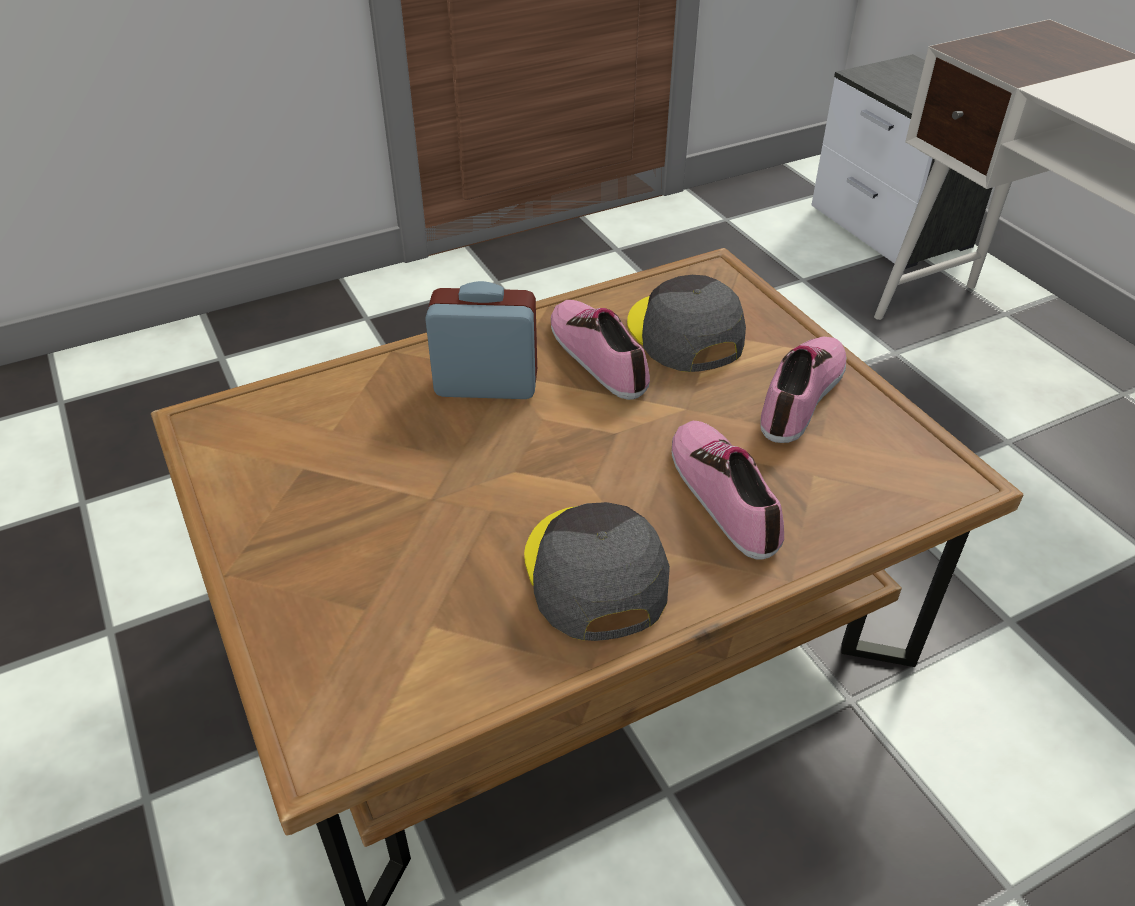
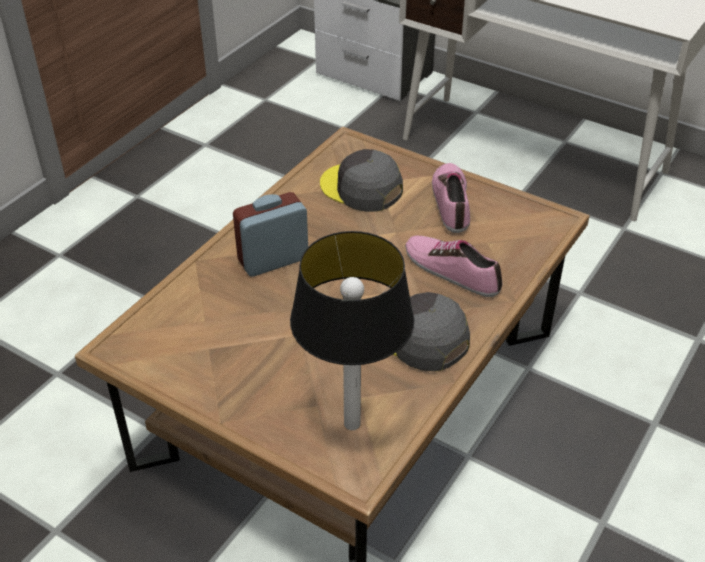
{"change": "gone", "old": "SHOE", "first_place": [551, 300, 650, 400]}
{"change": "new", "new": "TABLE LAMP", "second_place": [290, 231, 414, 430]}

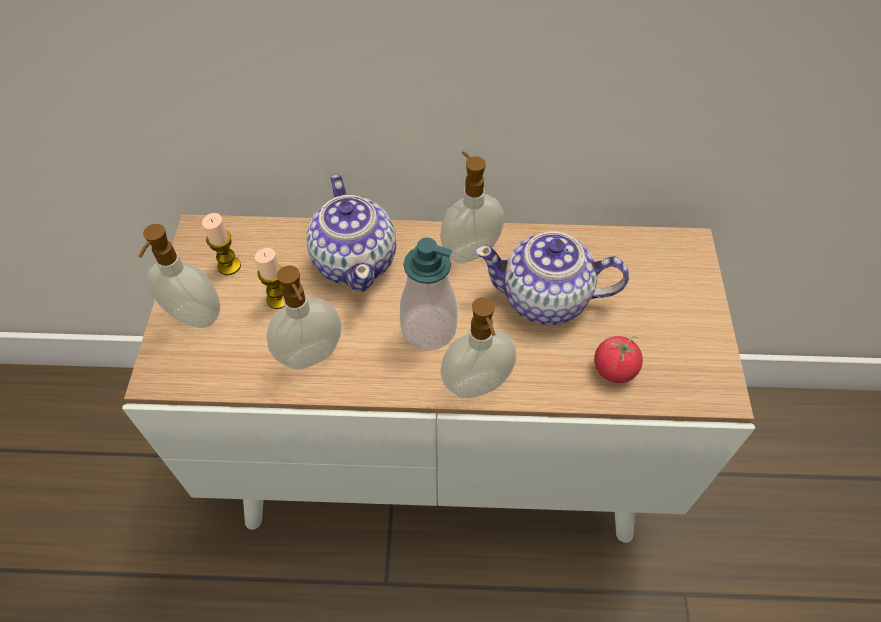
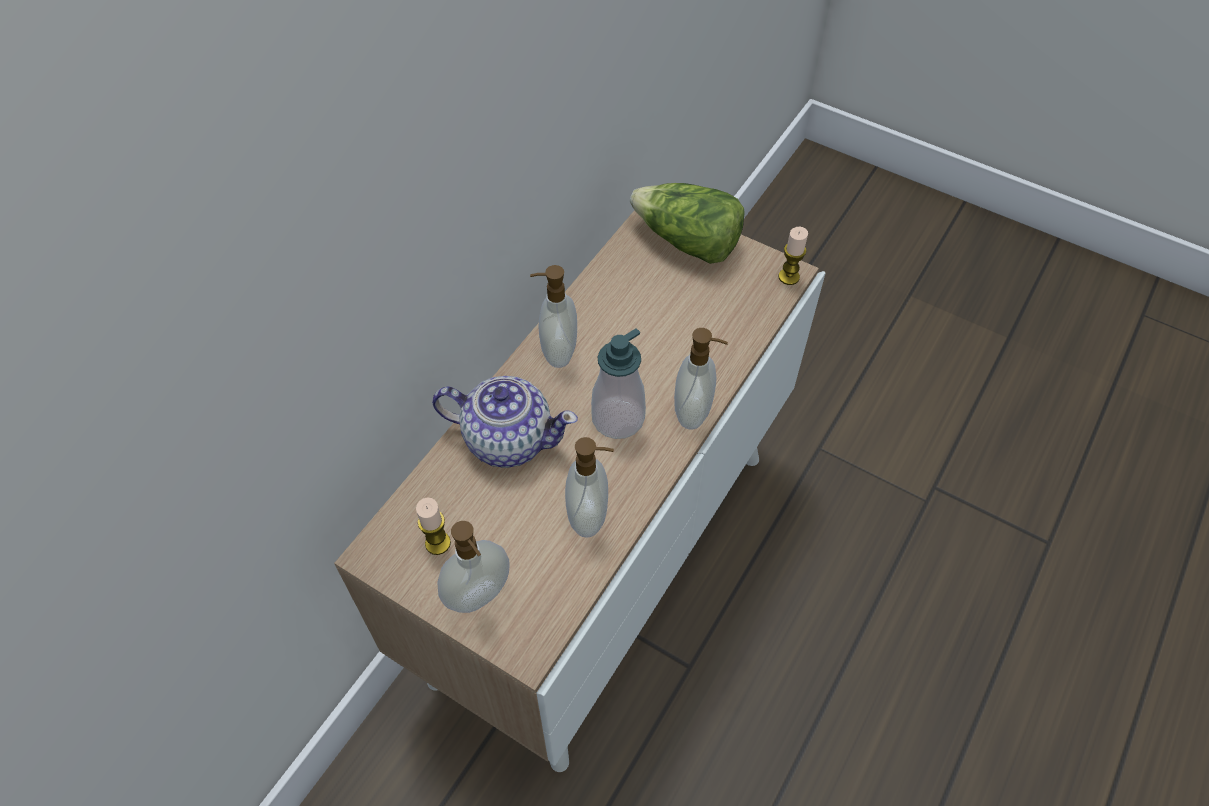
{"change": "gone", "old": "TEA POT", "first_place": [475, 231, 629, 325]}
{"change": "shifted", "old": "WAX CANDLE", "first_place": [255, 248, 285, 309], "second_place": [778, 227, 808, 285]}
{"change": "gone", "old": "TOMATO", "first_place": [594, 336, 643, 383]}
{"change": "new", "new": "LETTUCE HEAD", "second_place": [630, 183, 745, 264]}

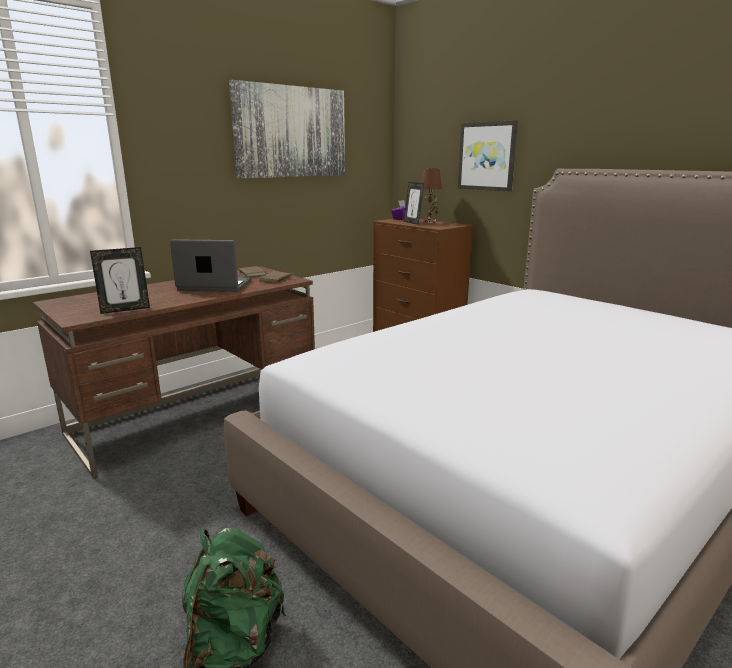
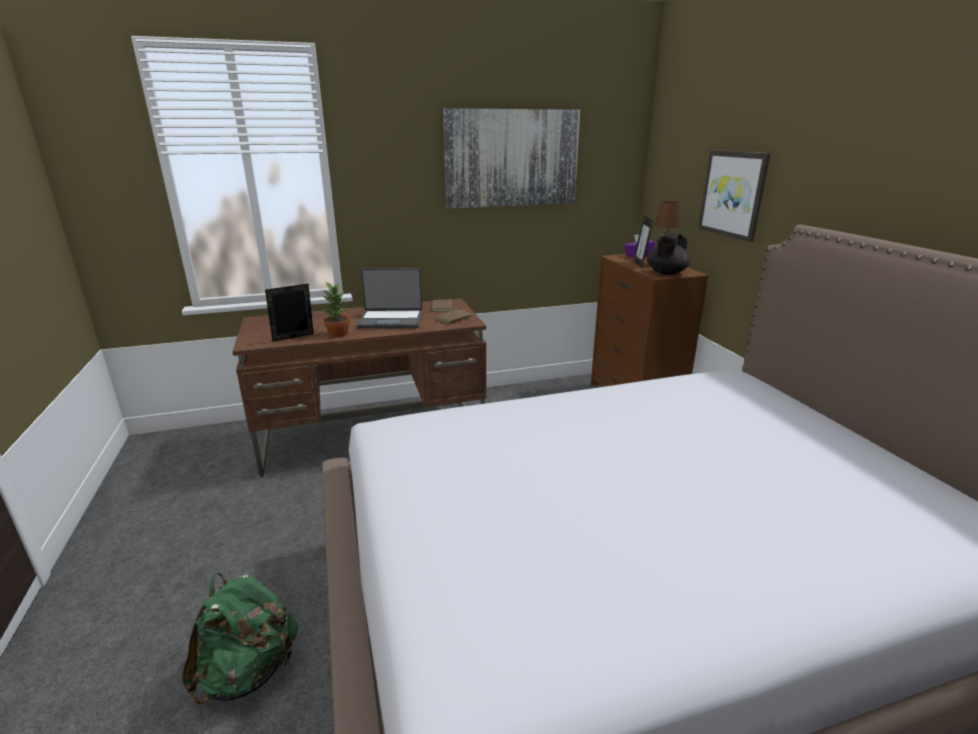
{"change": "rotated", "old": "LAPTOP", "first_place": [170, 239, 251, 292], "second_place": [356, 268, 423, 328], "degrees": 150}
{"change": "rotated", "old": "PHOTO FRAME", "first_place": [90, 247, 150, 314], "second_place": [265, 284, 314, 342], "degrees": 150}
{"change": "new", "new": "BLACK TEA POT", "second_place": [647, 233, 690, 275]}
{"change": "new", "new": "PLANT IN A POT", "second_place": [321, 282, 350, 337]}

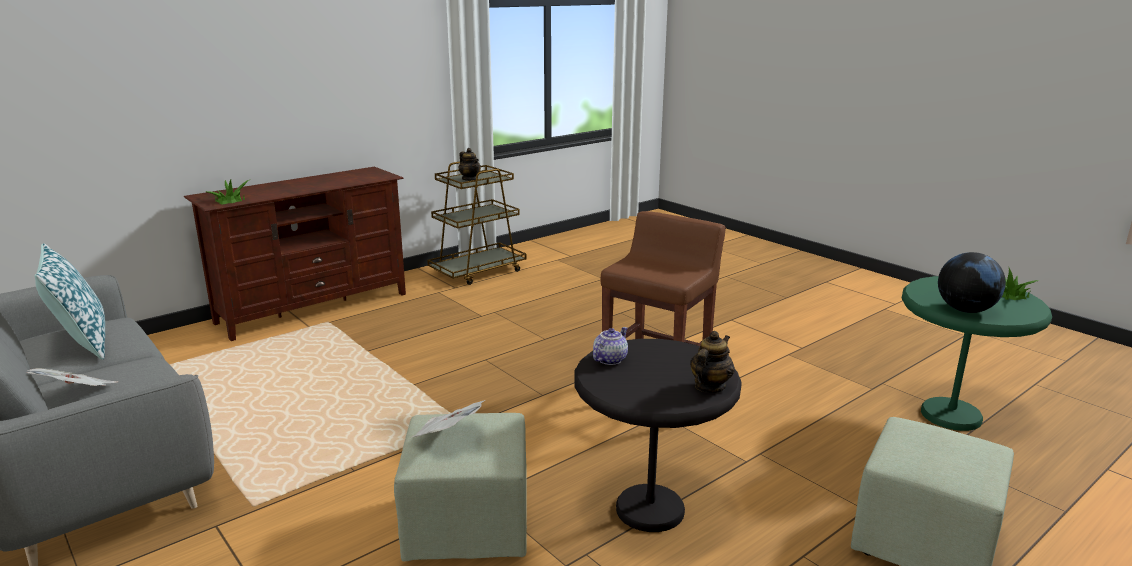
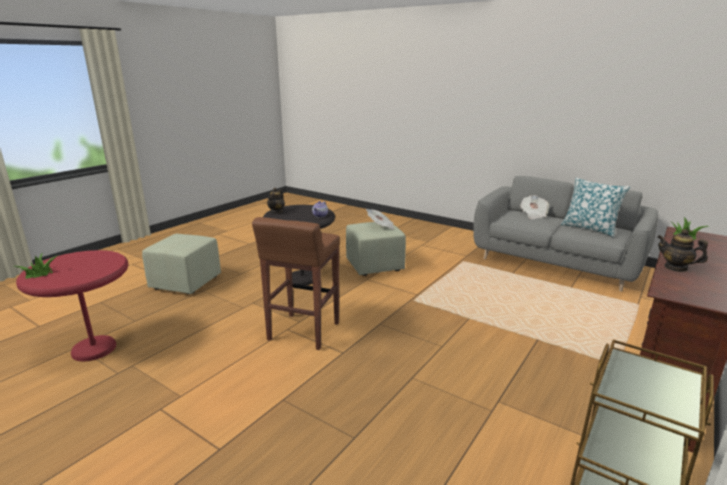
{"change": "shifted", "old": "TEA POT", "first_place": [459, 148, 481, 181], "second_place": [658, 229, 708, 272]}
{"change": "gone", "old": "WORLD GLOBE", "first_place": [938, 252, 1006, 313]}
{"change": "repainted", "old": "GREEN-COLOURED SIDE TABLE", "new": "REDDISH SIDE TABLE", "first_place": [902, 276, 1052, 431], "second_place": [16, 250, 129, 361]}

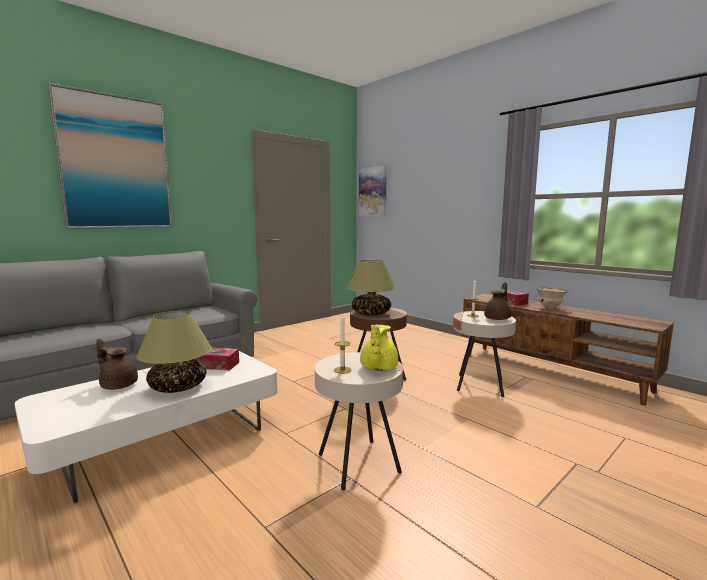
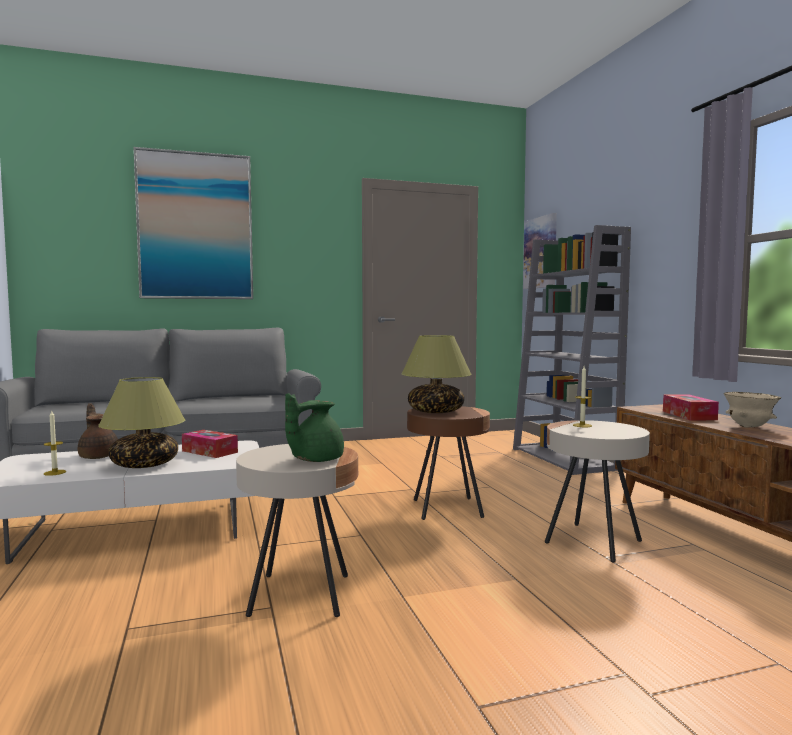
{"change": "gone", "old": "BROWN-COLOURED TEA POT", "first_place": [484, 282, 512, 320]}
{"change": "shifted", "old": "WAX CANDLE", "first_place": [334, 313, 352, 374], "second_place": [44, 411, 66, 476]}
{"change": "repainted", "old": "YELLOW TEA POT", "new": "GREEN-COLOURED TEA POT", "first_place": [360, 324, 398, 371], "second_place": [285, 393, 344, 462]}
{"change": "new", "new": "GRAY SHELVING UNIT", "second_place": [513, 225, 631, 475]}

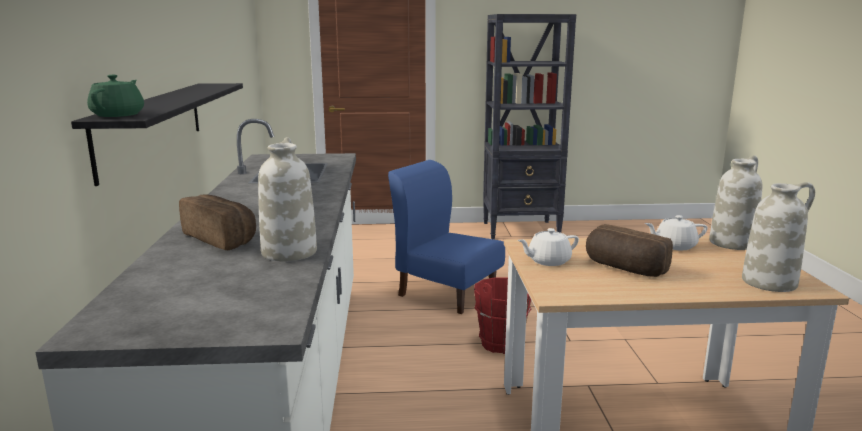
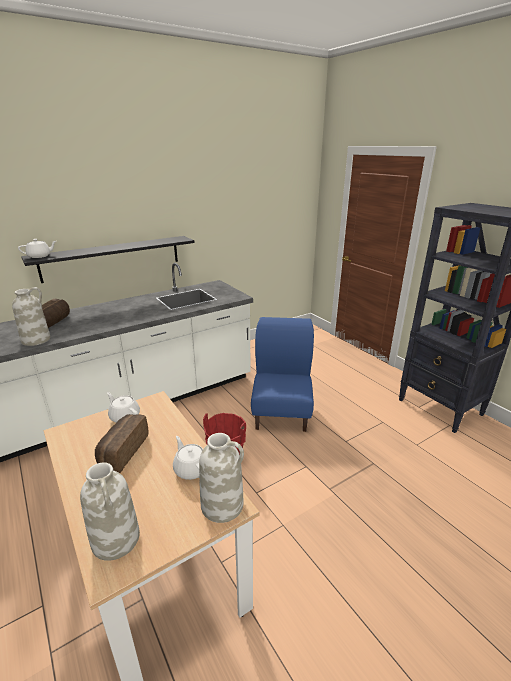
{"change": "repainted", "old": "GREEN-COLOURED TEA POT", "new": "WHITE-COLOURED TEA POT", "first_place": [87, 75, 144, 117], "second_place": [18, 239, 56, 258]}

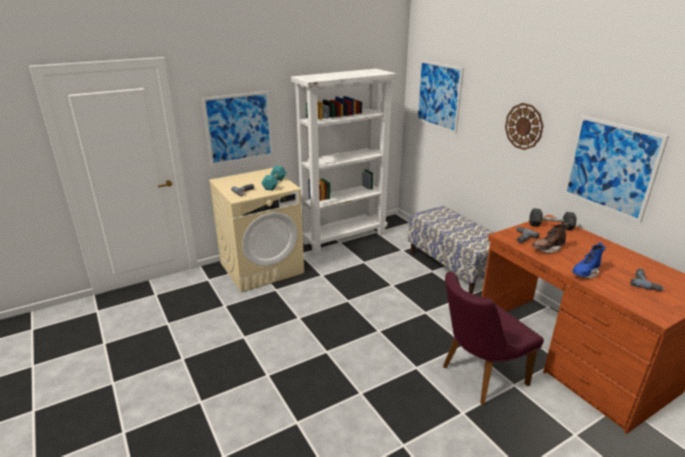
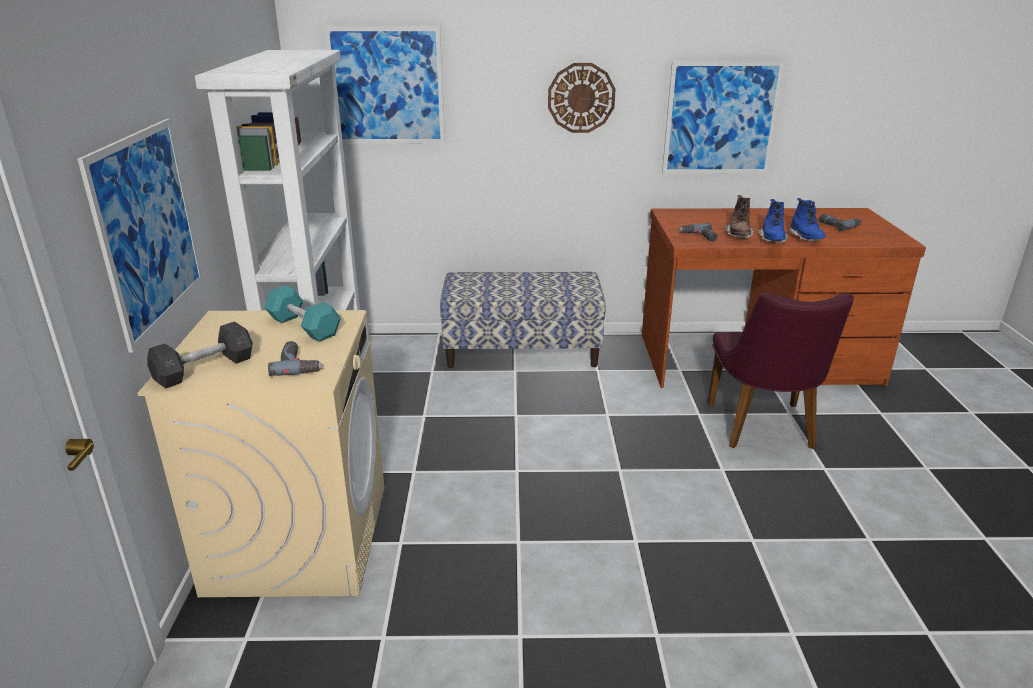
{"change": "shifted", "old": "GRAY FREE WEIGHT", "first_place": [529, 208, 577, 231], "second_place": [147, 321, 253, 388]}
{"change": "new", "new": "BLUE HIGH-TOP BOOT", "second_place": [758, 199, 788, 243]}

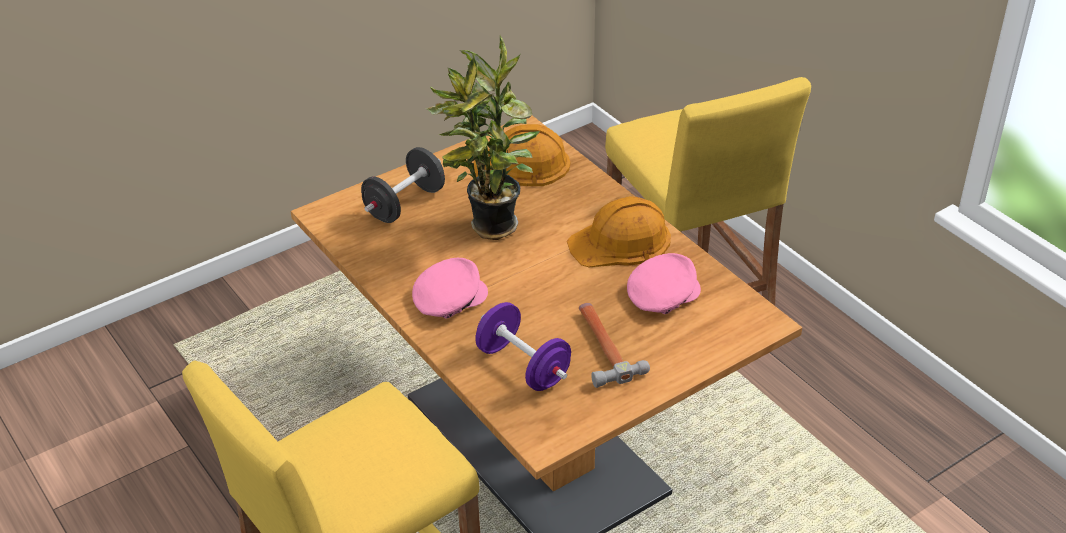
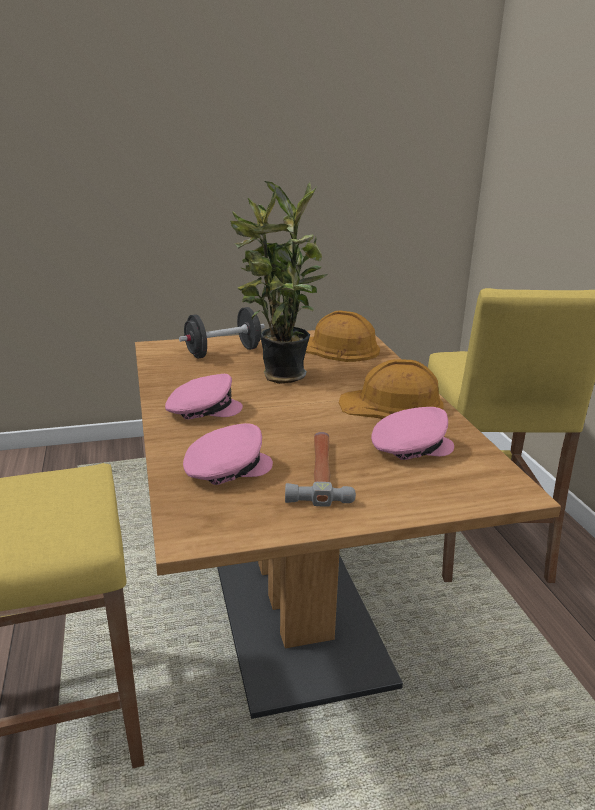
{"change": "swapped", "old": "PURPLE-COLOURED FREE WEIGHT", "new": "PINKISH PEAKED CAP", "first_place": [475, 302, 571, 391], "second_place": [183, 423, 273, 485]}

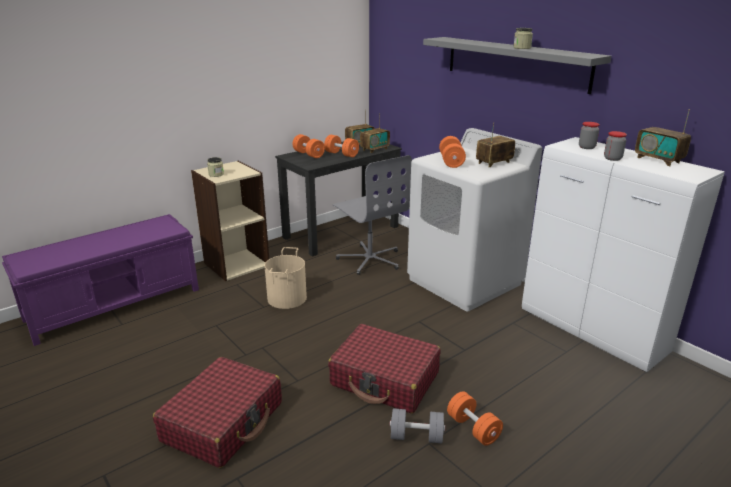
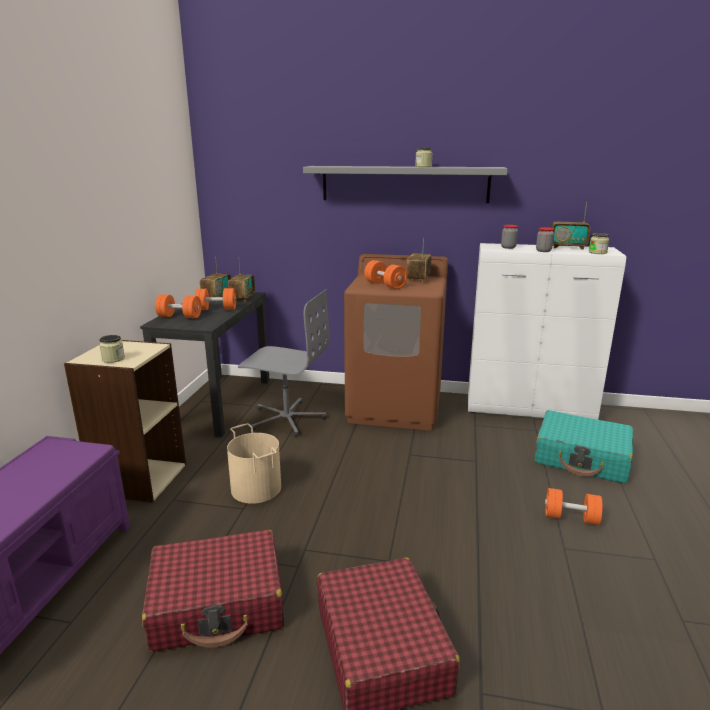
{"change": "repainted", "old": "WHITE-COLOURED LAUNDRY MACHINE", "new": "BROWN-COLOURED LAUNDRY MACHINE", "first_place": [407, 128, 542, 311], "second_place": [344, 254, 448, 431]}
{"change": "shifted", "old": "REDDISH TRAVEL CASE", "first_place": [328, 324, 440, 414], "second_place": [142, 530, 284, 652]}
{"change": "gone", "old": "GRAY FREE WEIGHT", "first_place": [390, 408, 445, 443]}
{"change": "new", "new": "JAR", "second_place": [589, 233, 609, 254]}
{"change": "new", "new": "BLUE-GREEN TRAVEL CASE", "second_place": [535, 410, 633, 484]}

